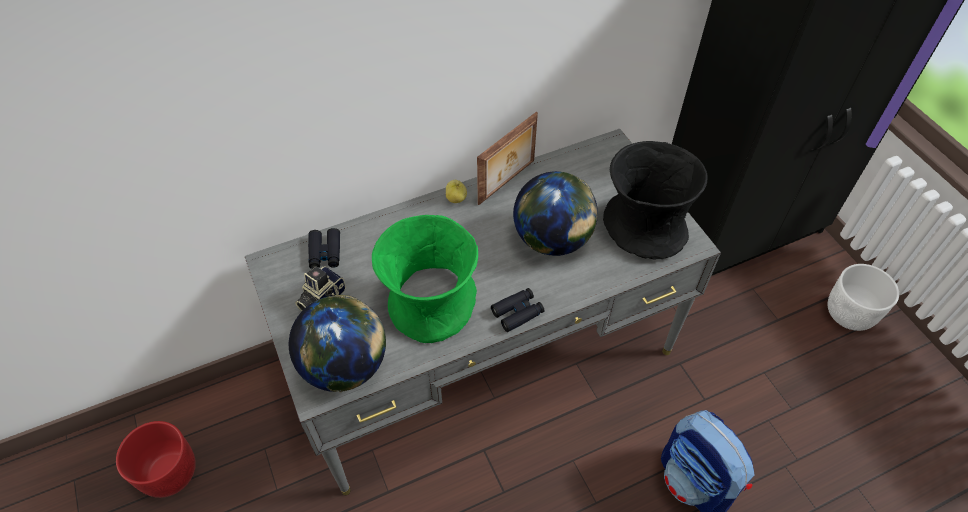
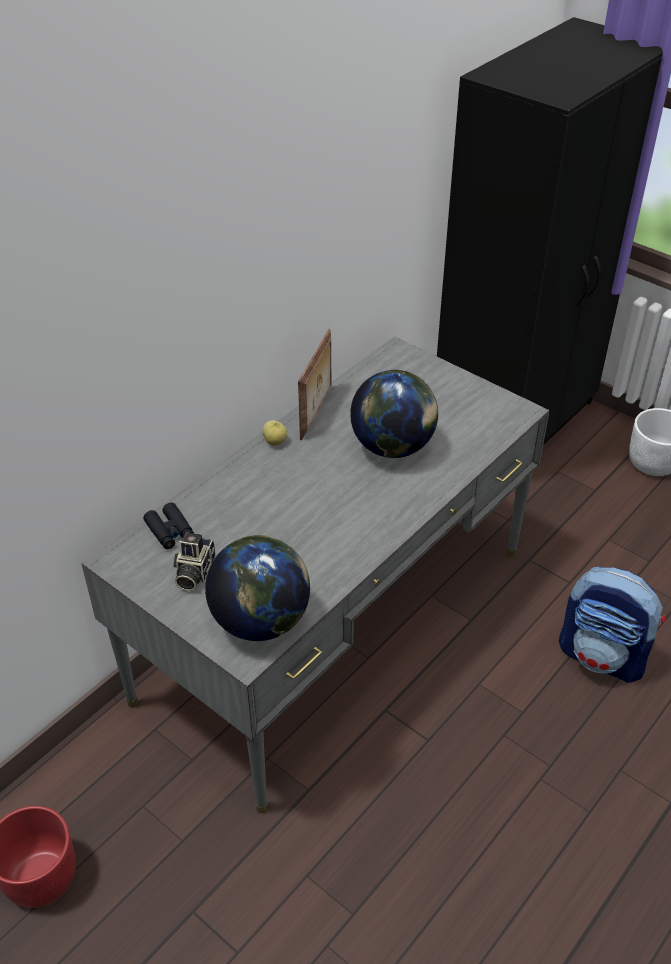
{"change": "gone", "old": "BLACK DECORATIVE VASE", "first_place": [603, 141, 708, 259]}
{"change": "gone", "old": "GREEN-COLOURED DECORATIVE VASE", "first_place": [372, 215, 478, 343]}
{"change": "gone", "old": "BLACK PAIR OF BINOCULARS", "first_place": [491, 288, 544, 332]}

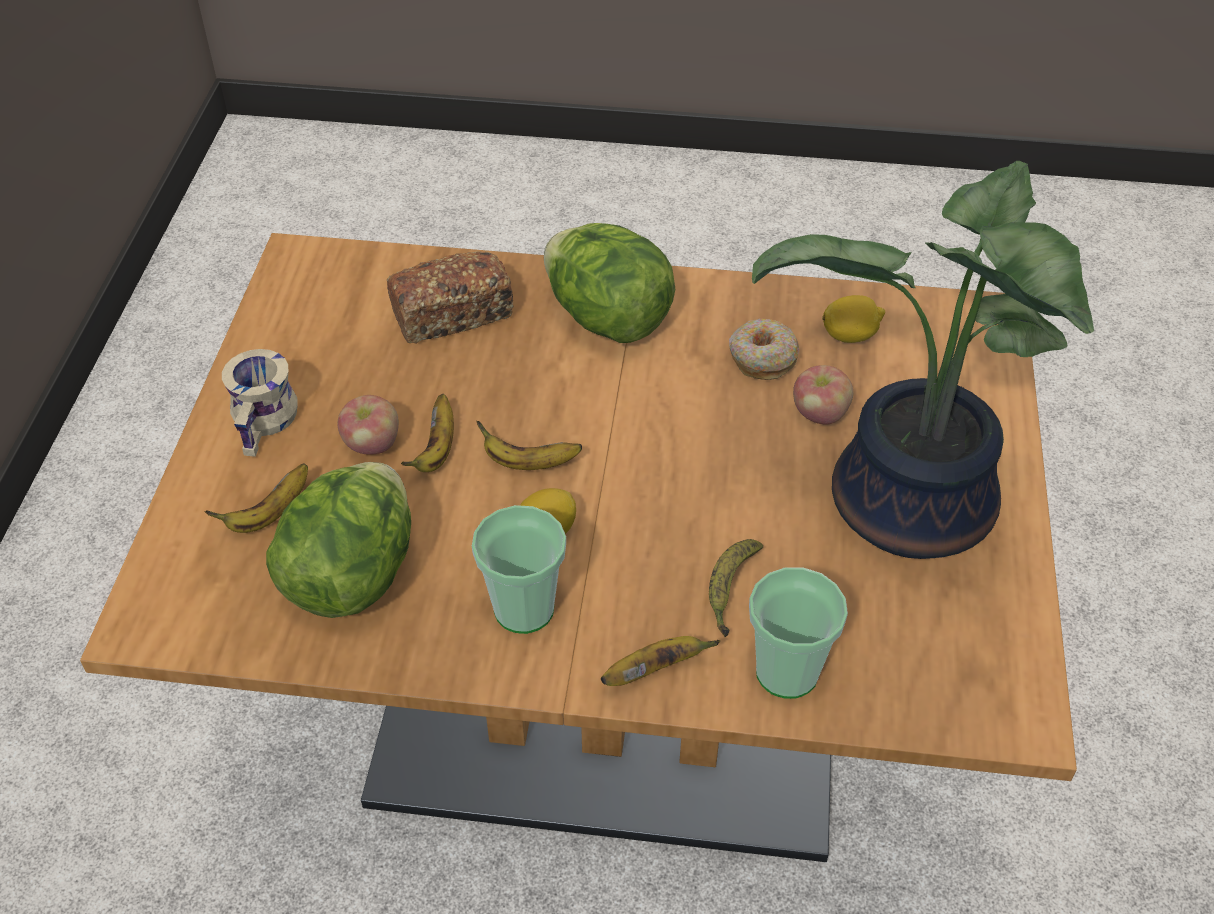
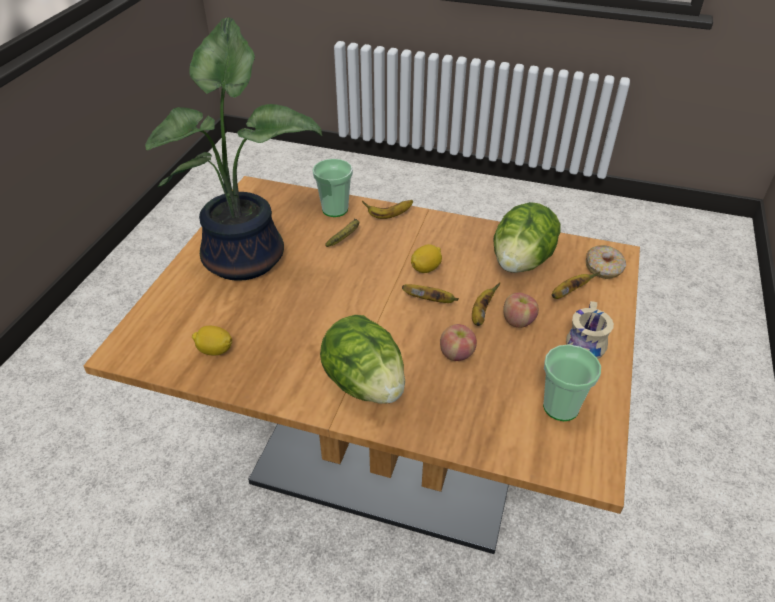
{"change": "gone", "old": "BAKED BREAD", "first_place": [387, 251, 514, 344]}
{"change": "shifted", "old": "RING DOUGHNUT", "first_place": [729, 319, 800, 380], "second_place": [586, 245, 626, 279]}
{"change": "shifted", "old": "APPLE", "first_place": [793, 365, 853, 425], "second_place": [440, 324, 477, 361]}
{"change": "shifted", "old": "DRINKING CUP", "first_place": [472, 505, 566, 634], "second_place": [543, 344, 601, 421]}

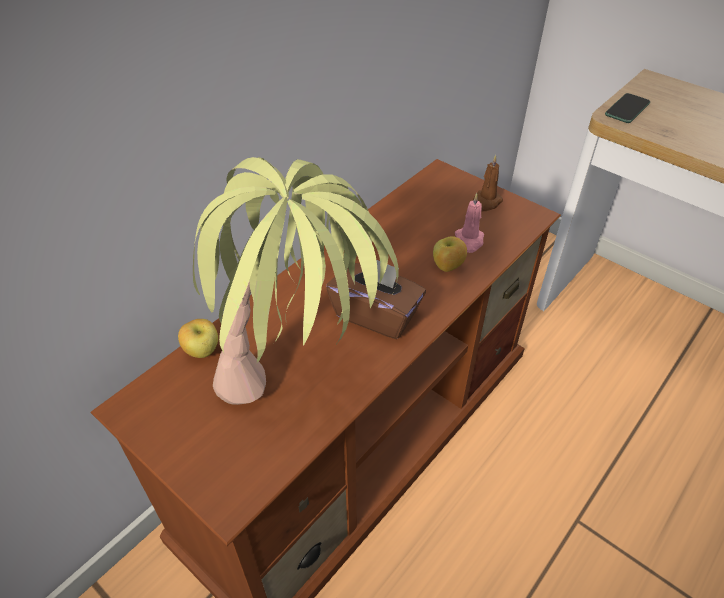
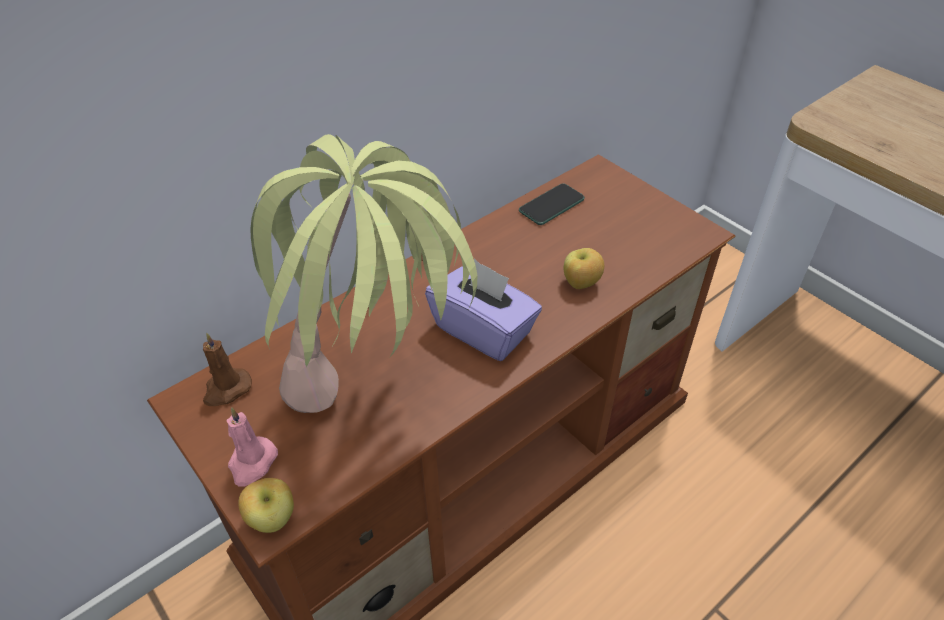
{"change": "shifted", "old": "TELEPHONE", "first_place": [605, 93, 650, 123], "second_place": [519, 183, 585, 225]}
{"change": "shifted", "old": "BROWN-COLOURED WAX CANDLE", "first_place": [473, 155, 503, 211], "second_place": [203, 333, 252, 406]}
{"change": "shifted", "old": "PINKISH WAX CANDLE", "first_place": [455, 193, 484, 253], "second_place": [226, 407, 278, 487]}
{"change": "repainted", "old": "BROWN-COLOURED TISSUE BOX", "new": "PURPLE-COLOURED TISSUE BOX", "first_place": [326, 260, 426, 339], "second_place": [425, 259, 542, 361]}
{"change": "shifted", "old": "APPLE", "first_place": [178, 319, 218, 358], "second_place": [238, 478, 294, 533]}

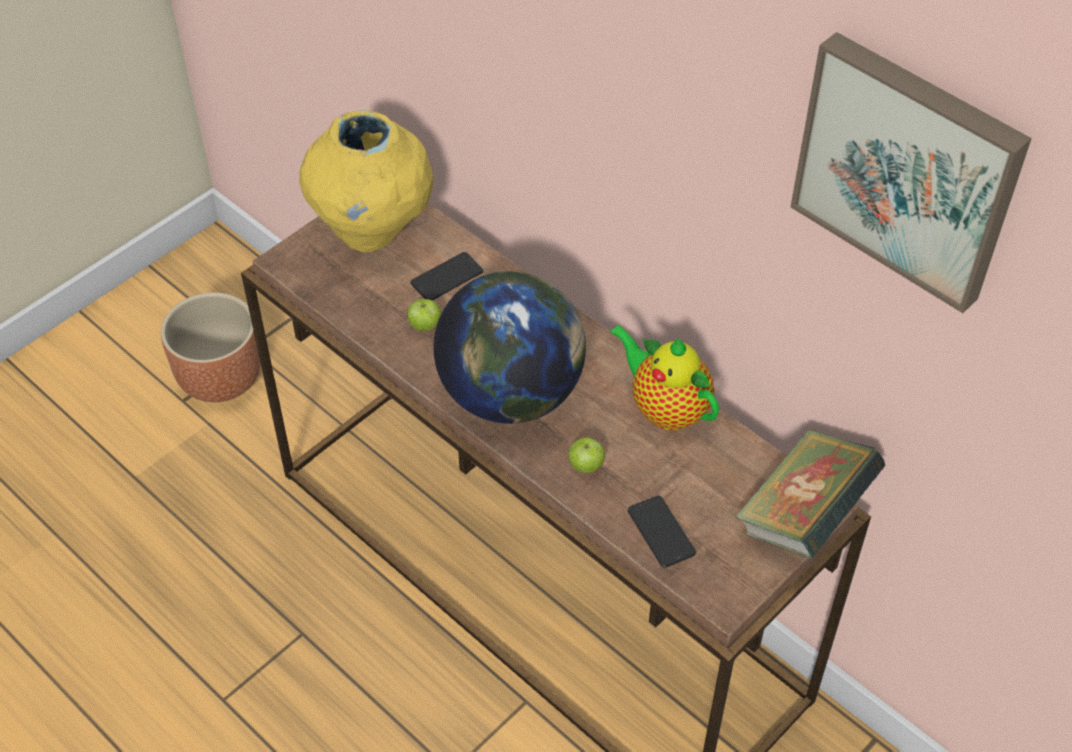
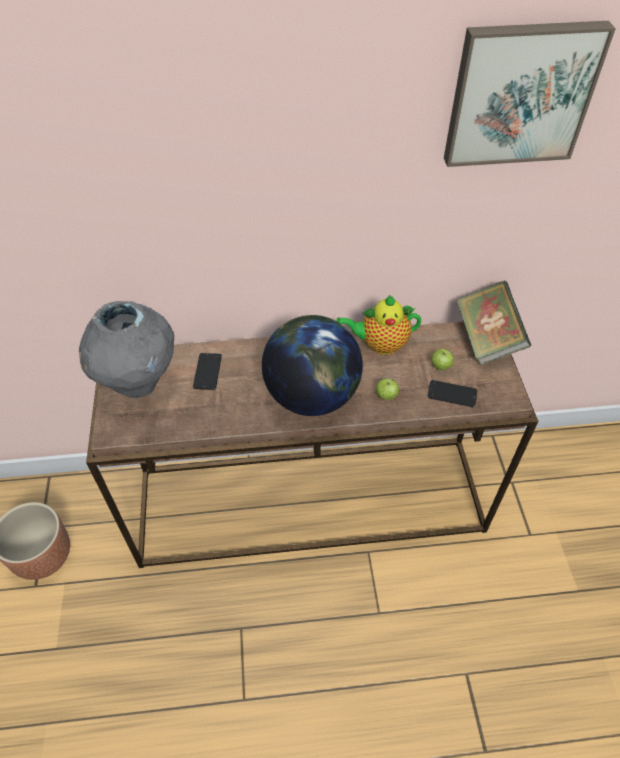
{"change": "repainted", "old": "YELLOW DECORATIVE VASE", "new": "GRAY DECORATIVE VASE", "first_place": [299, 110, 433, 253], "second_place": [79, 301, 174, 398]}
{"change": "shifted", "old": "APPLE", "first_place": [407, 299, 441, 331], "second_place": [431, 349, 454, 370]}

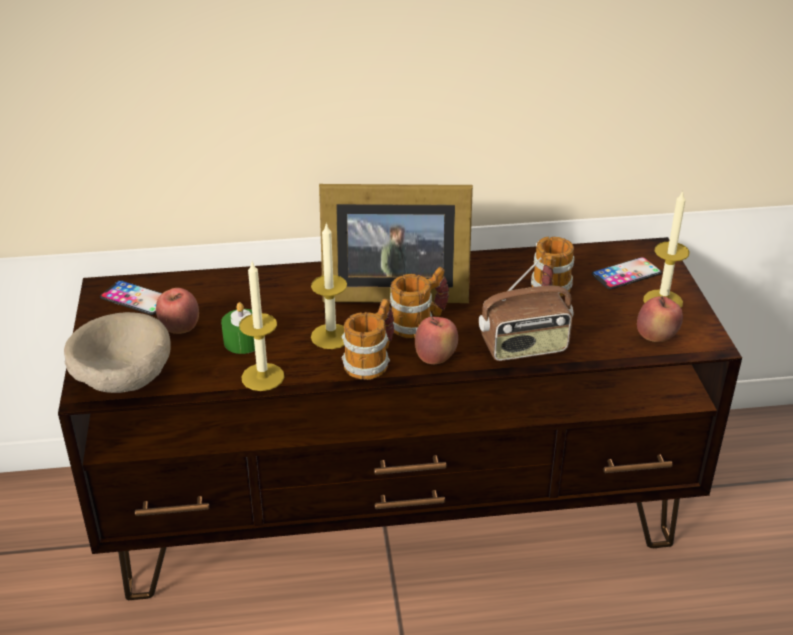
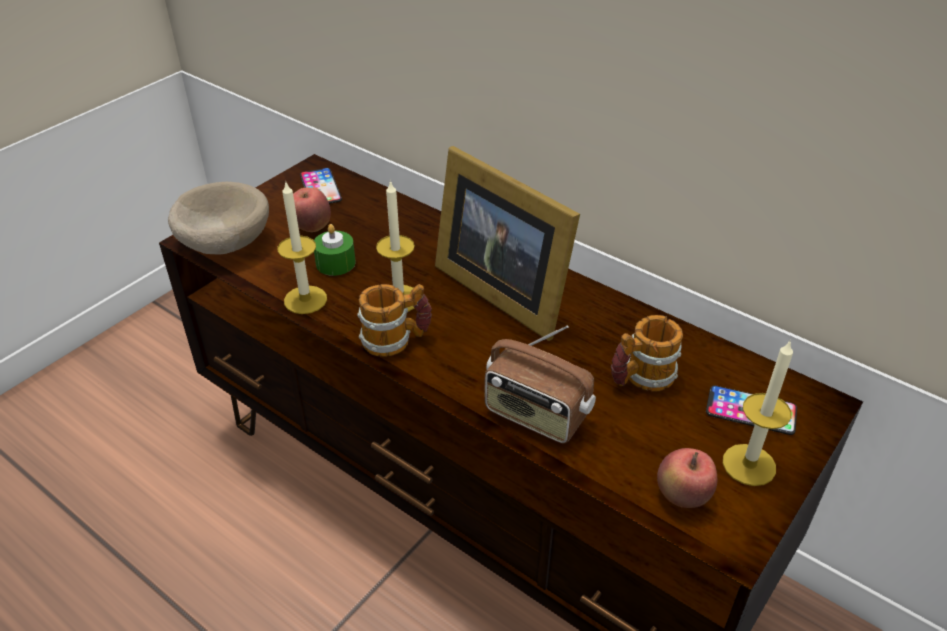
{"change": "gone", "old": "COFFEE MUG", "first_place": [390, 267, 449, 338]}
{"change": "gone", "old": "APPLE", "first_place": [415, 317, 458, 364]}

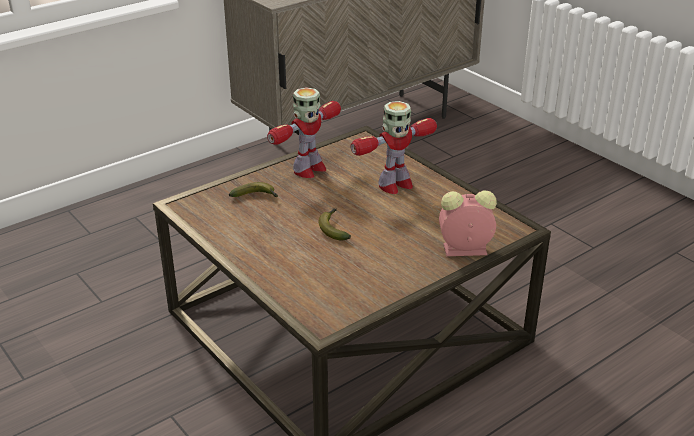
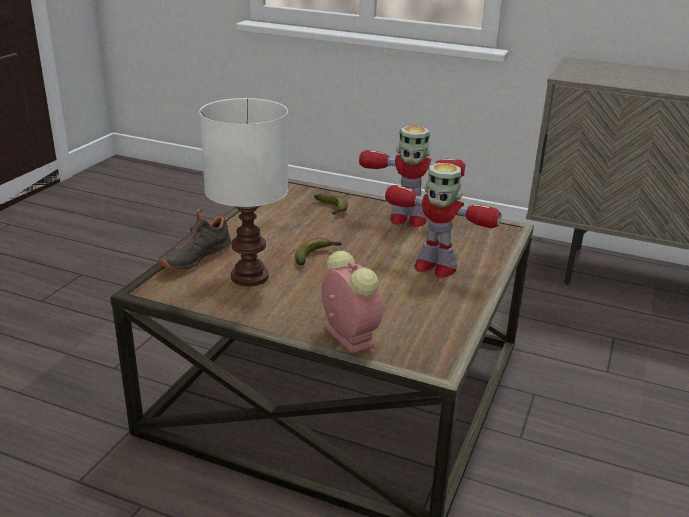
{"change": "new", "new": "WHITE-COLOURED TABLE LAMP", "second_place": [199, 98, 288, 286]}
{"change": "new", "new": "BLACK SHOE", "second_place": [159, 209, 231, 271]}

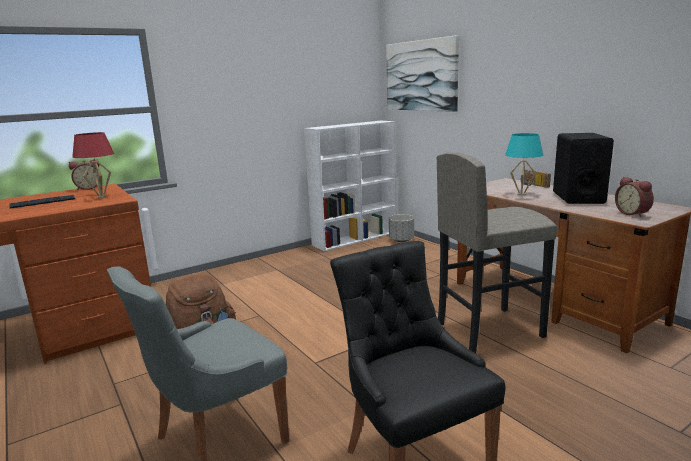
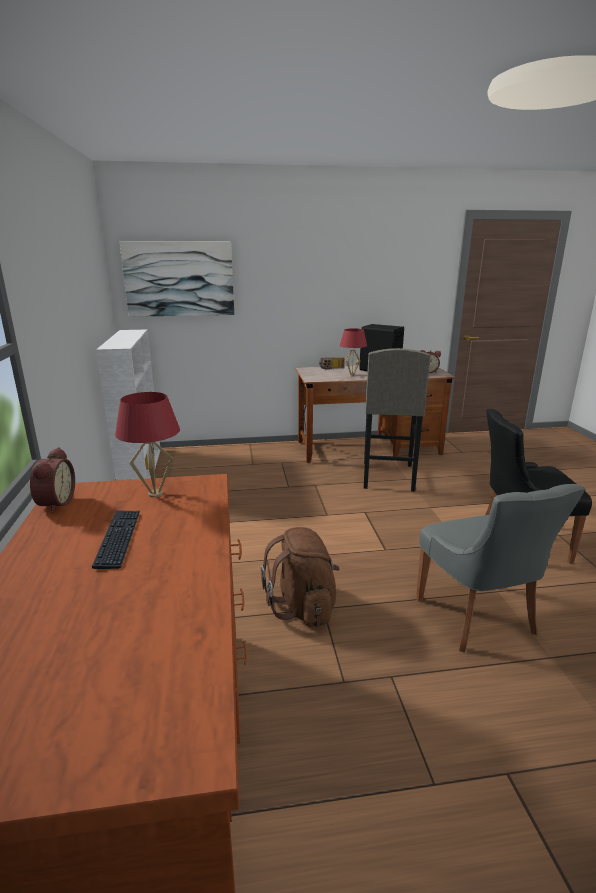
{"change": "repainted", "old": "BLUE-GREEN TABLE LAMP", "new": "REDDISH TABLE LAMP", "first_place": [505, 133, 543, 195], "second_place": [340, 328, 367, 376]}
{"change": "gone", "old": "GRAY PLANTER", "first_place": [389, 214, 414, 242]}

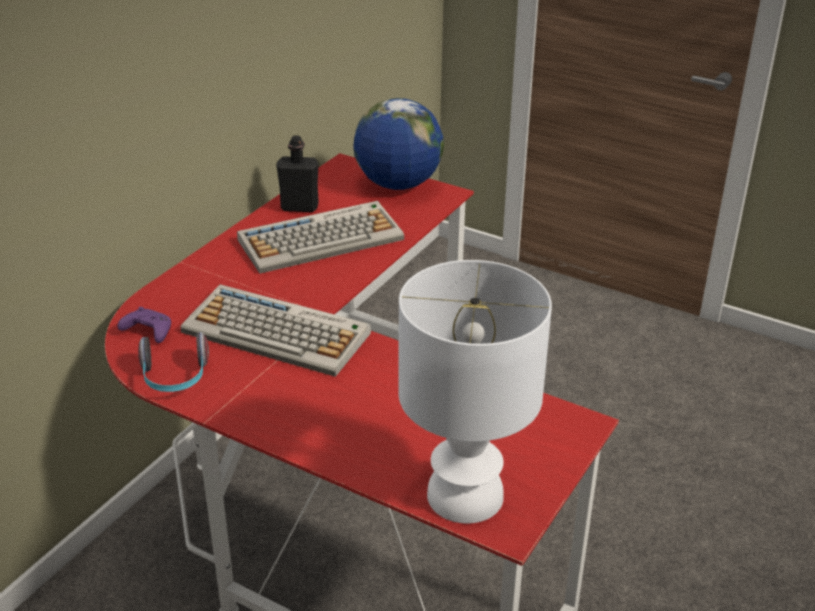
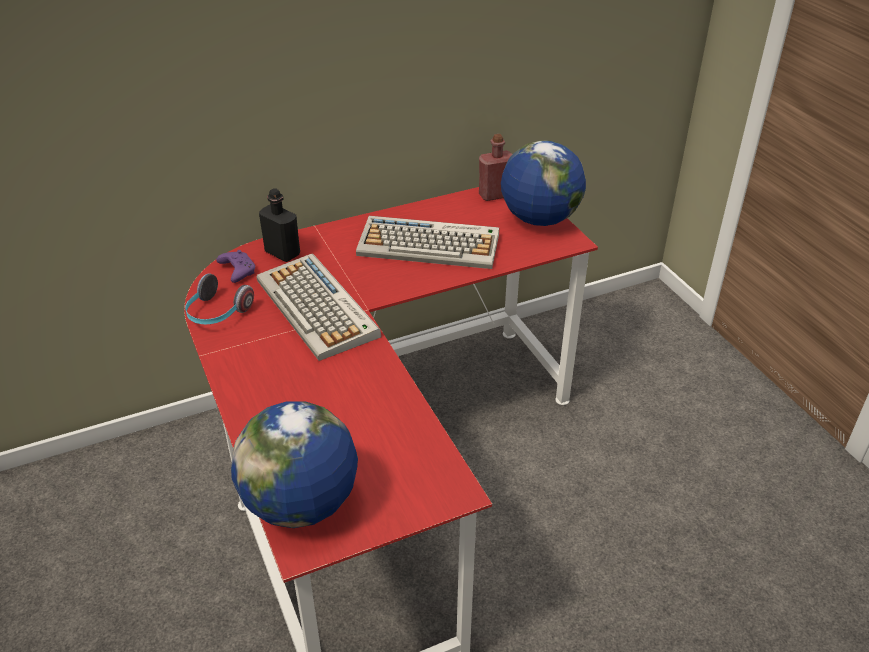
{"change": "shifted", "old": "BLACK DRINK BOTTLE", "first_place": [276, 136, 319, 212], "second_place": [259, 188, 300, 262]}
{"change": "swapped", "old": "WHITE-COLOURED TABLE LAMP", "new": "WORLD GLOBE", "first_place": [398, 260, 552, 524], "second_place": [231, 401, 358, 528]}
{"change": "new", "new": "REDDISH DRINK BOTTLE", "second_place": [479, 134, 512, 201]}

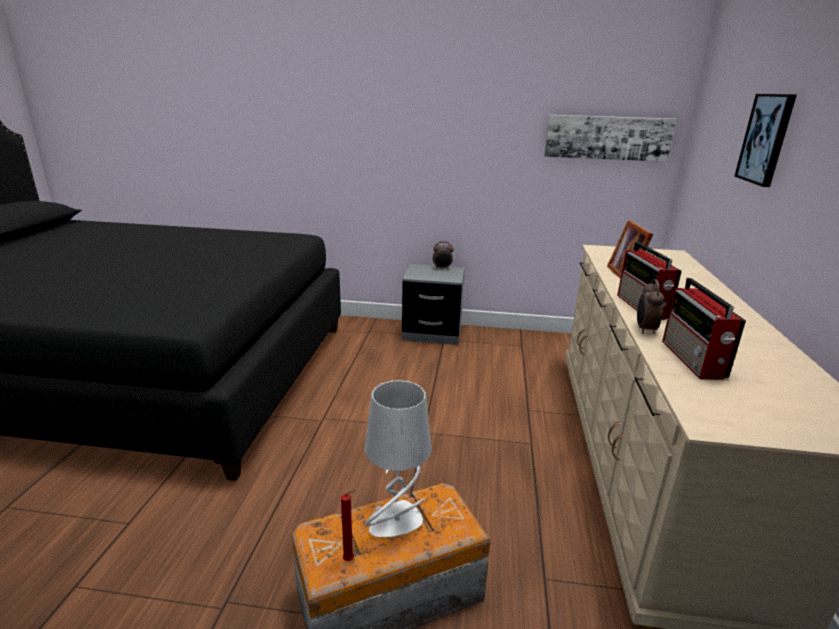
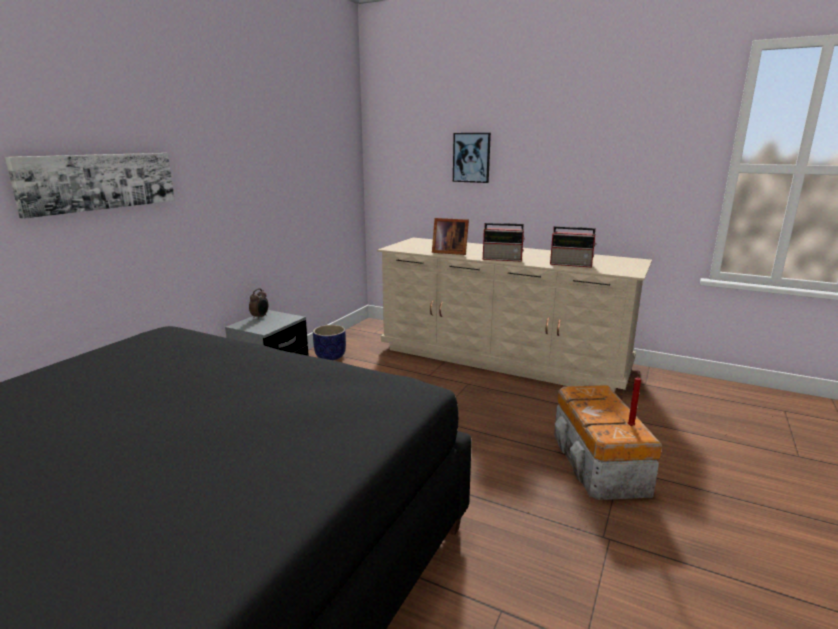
{"change": "shifted", "old": "WALL PICTURE", "first_place": [544, 115, 676, 162], "second_place": [5, 153, 175, 219]}
{"change": "gone", "old": "BEDSIDE CLOCK", "first_place": [637, 279, 664, 334]}
{"change": "gone", "old": "WHITE-COLOURED TABLE LAMP", "first_place": [365, 380, 432, 537]}
{"change": "new", "new": "PLANTER", "second_place": [313, 325, 346, 360]}

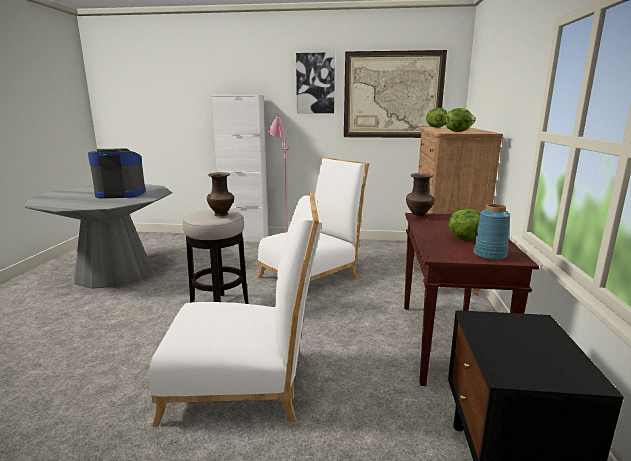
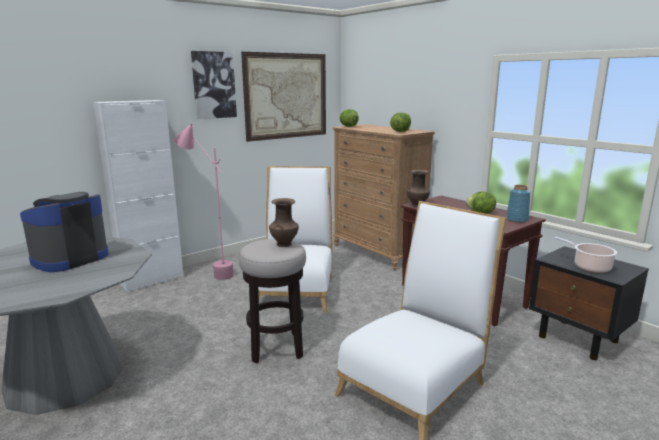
{"change": "new", "new": "SAUCEPOT", "second_place": [554, 237, 617, 273]}

